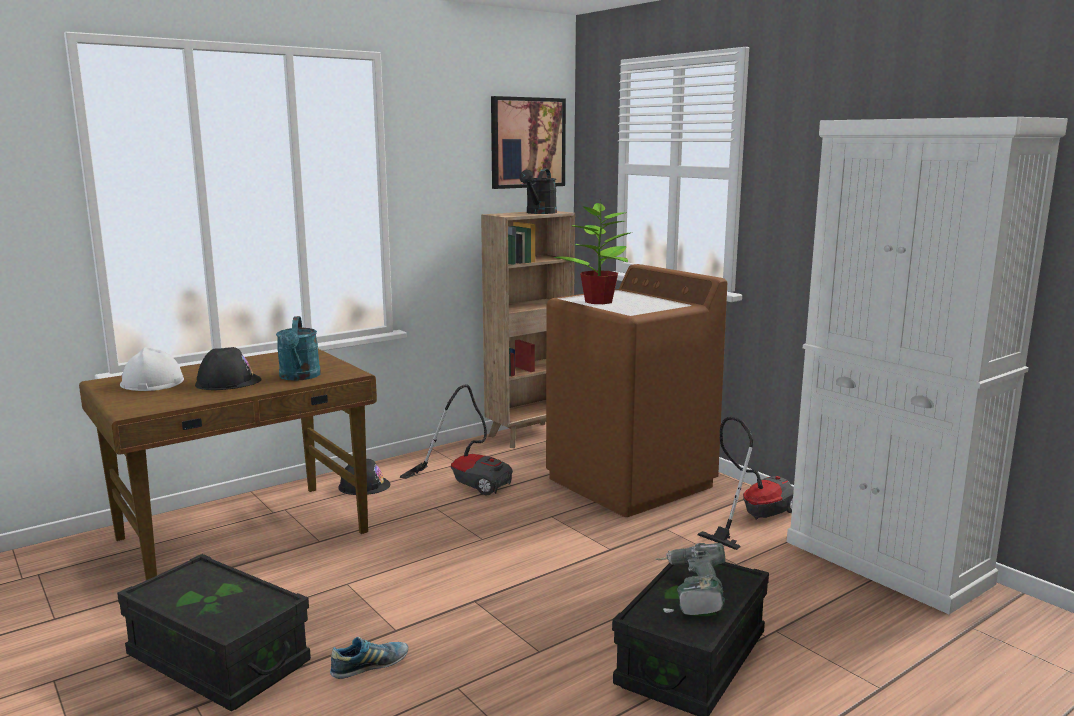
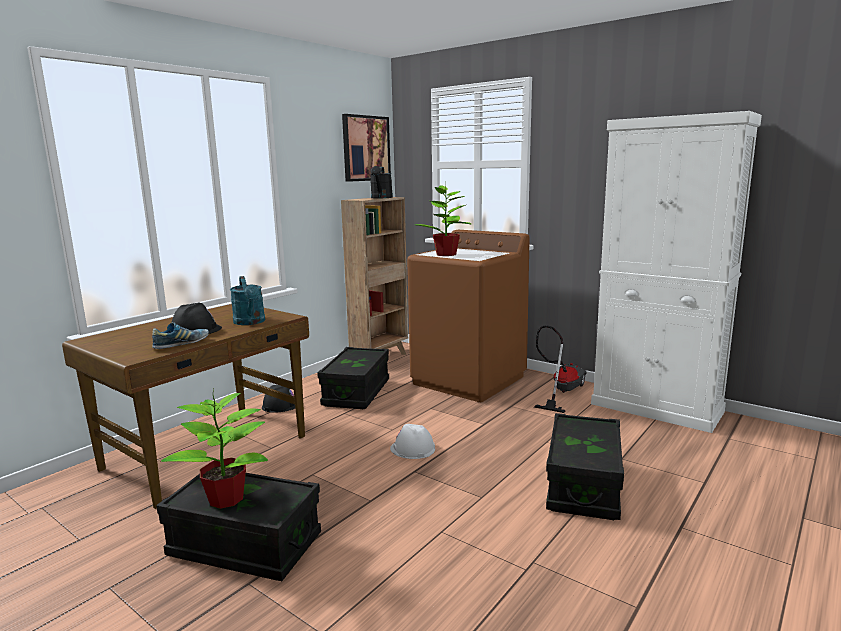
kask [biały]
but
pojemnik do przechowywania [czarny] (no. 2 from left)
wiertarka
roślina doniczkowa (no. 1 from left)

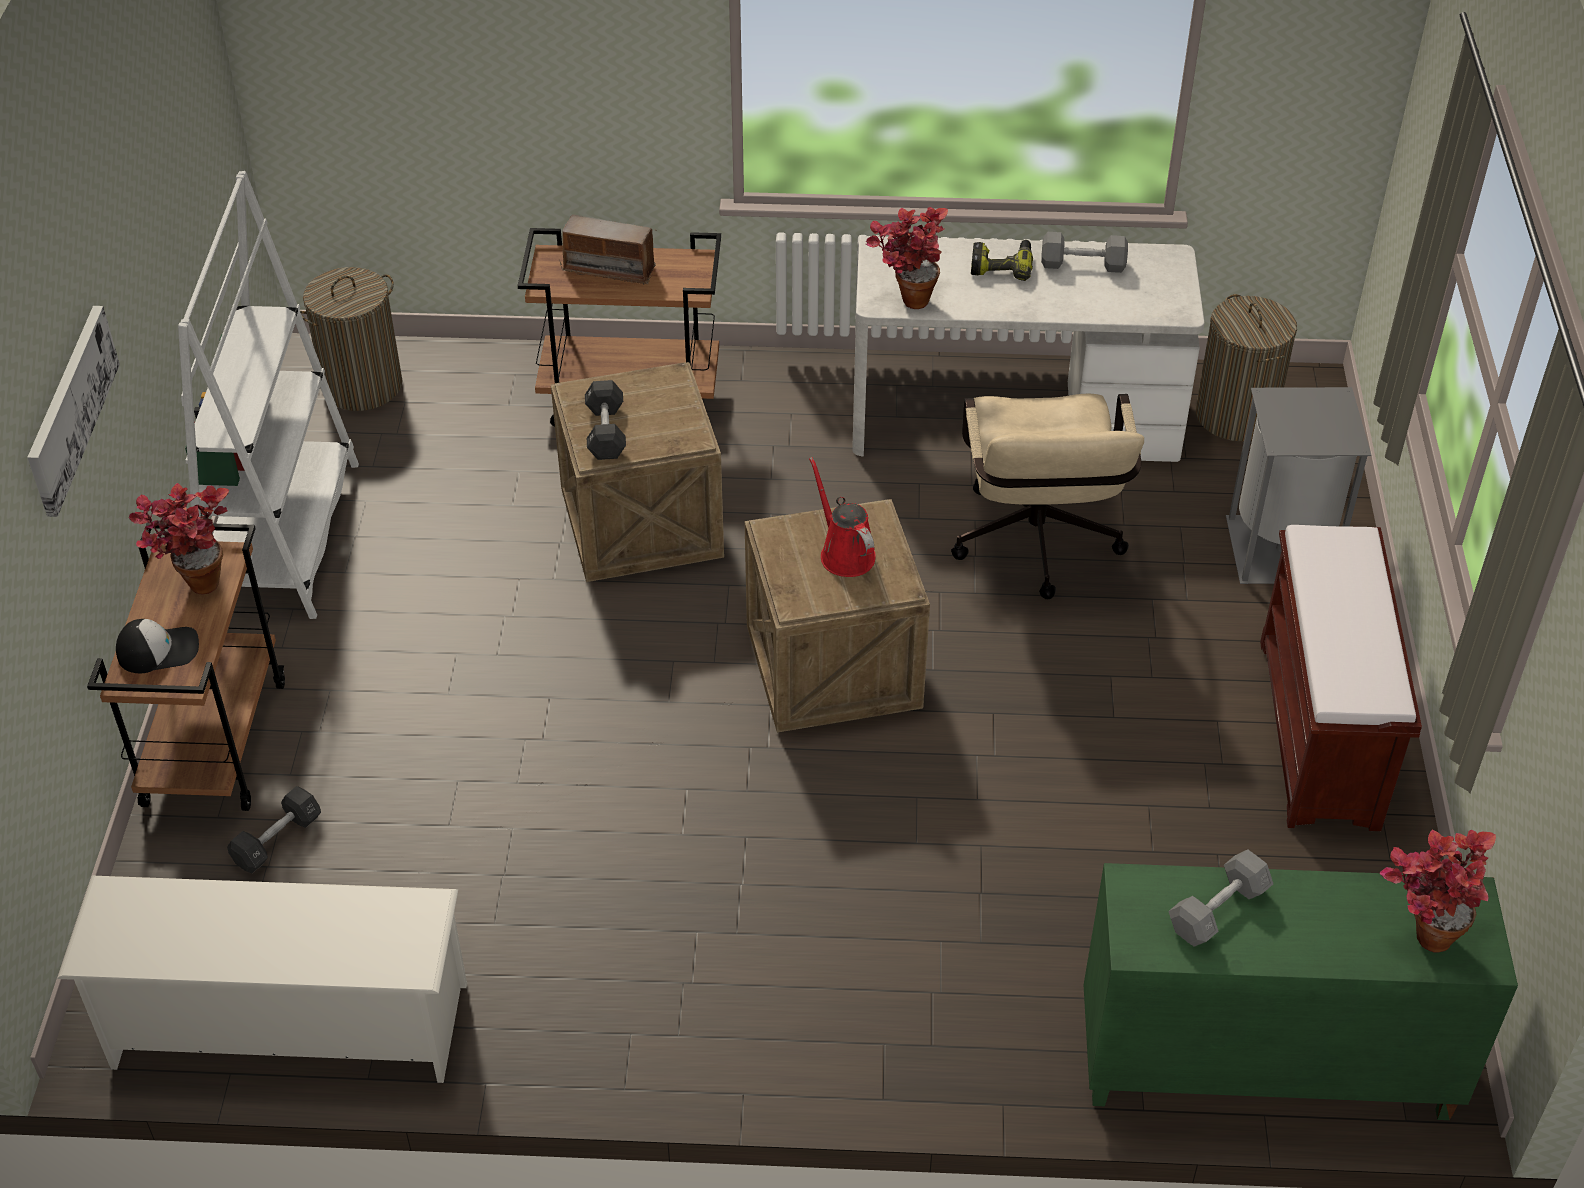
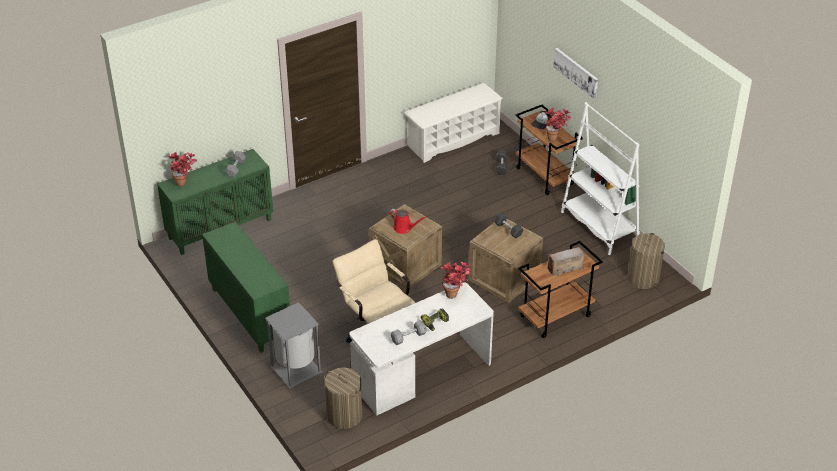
szafka [zielony] (no. 2 from left)

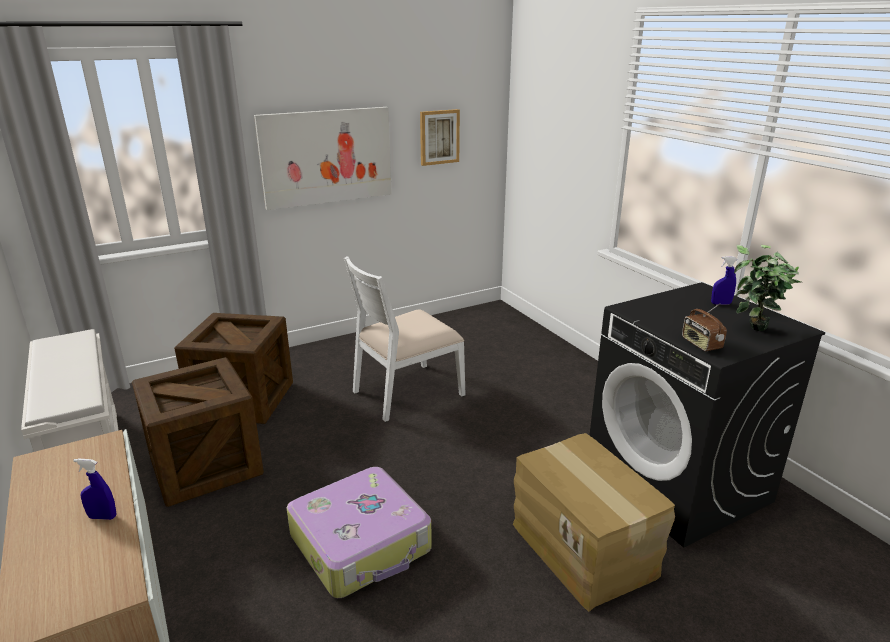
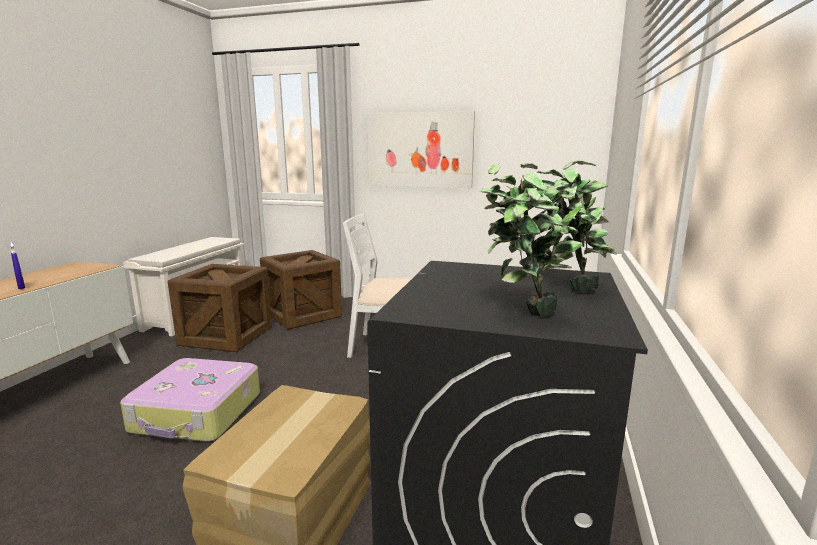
obraz (no. 2 from left in the first image)
radio
roślina doniczkowa (no. 2 from left)

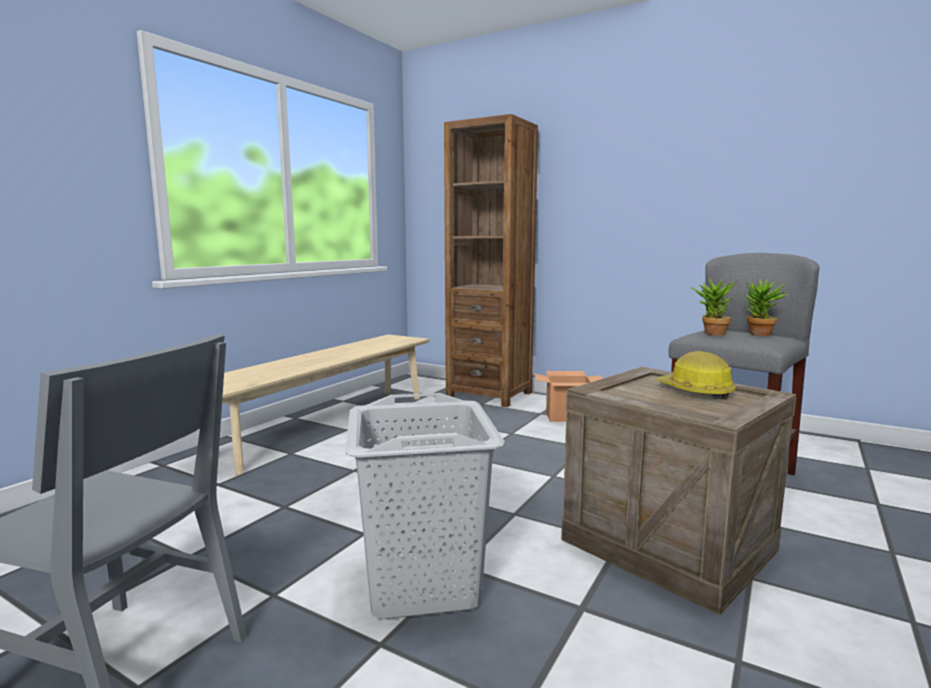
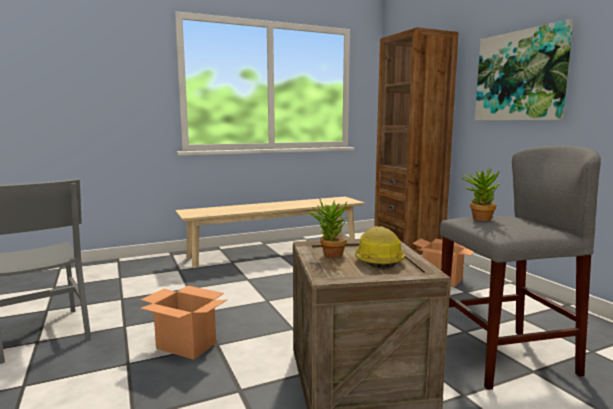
karton (no. 1 from left)
roślina doniczkowa (no. 1 from left)
obraz

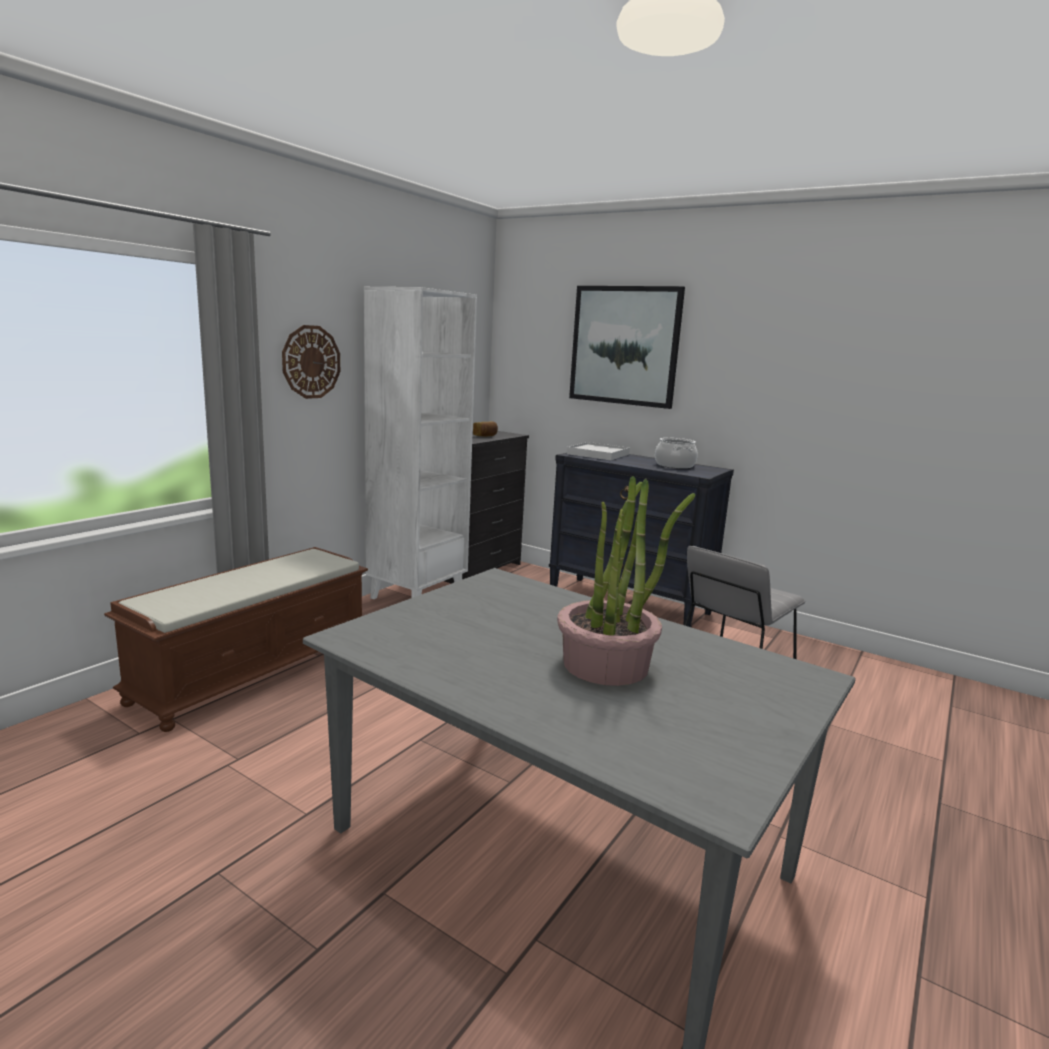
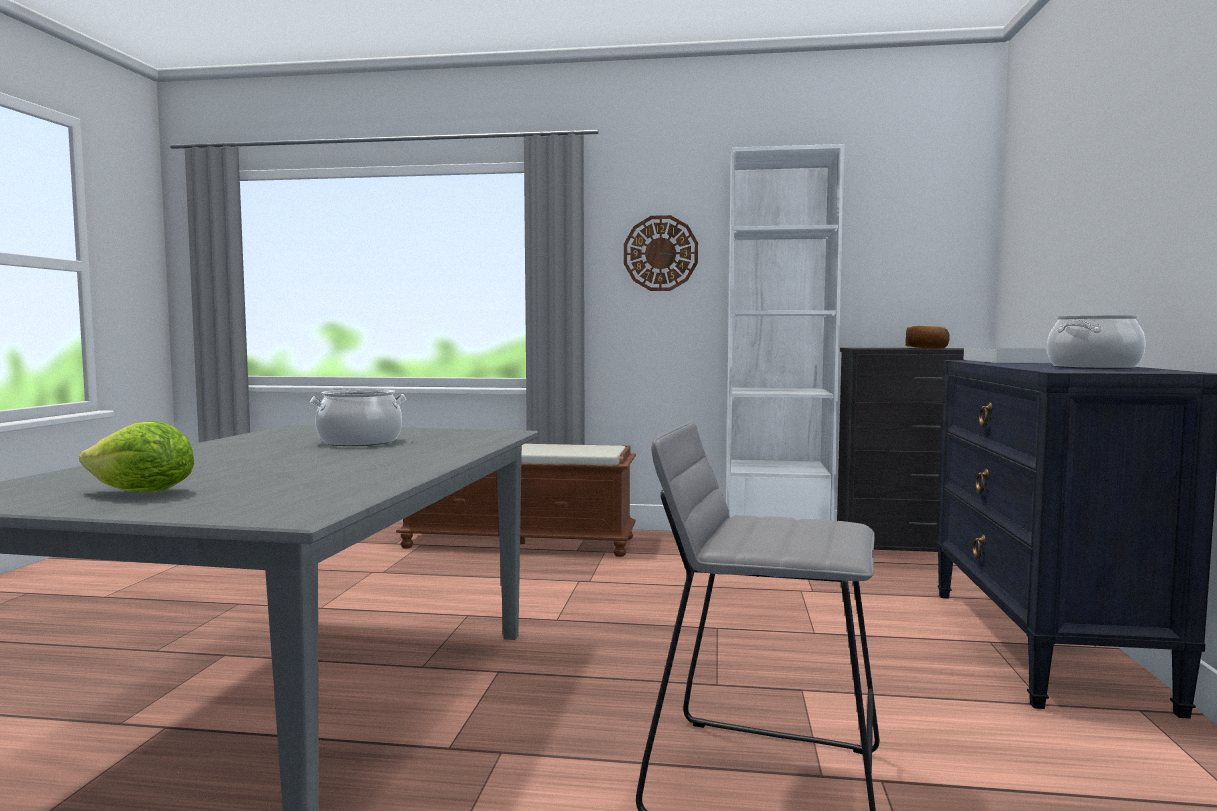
roślina doniczkowa
obraz
sałata
garnek (no. 1 from left)

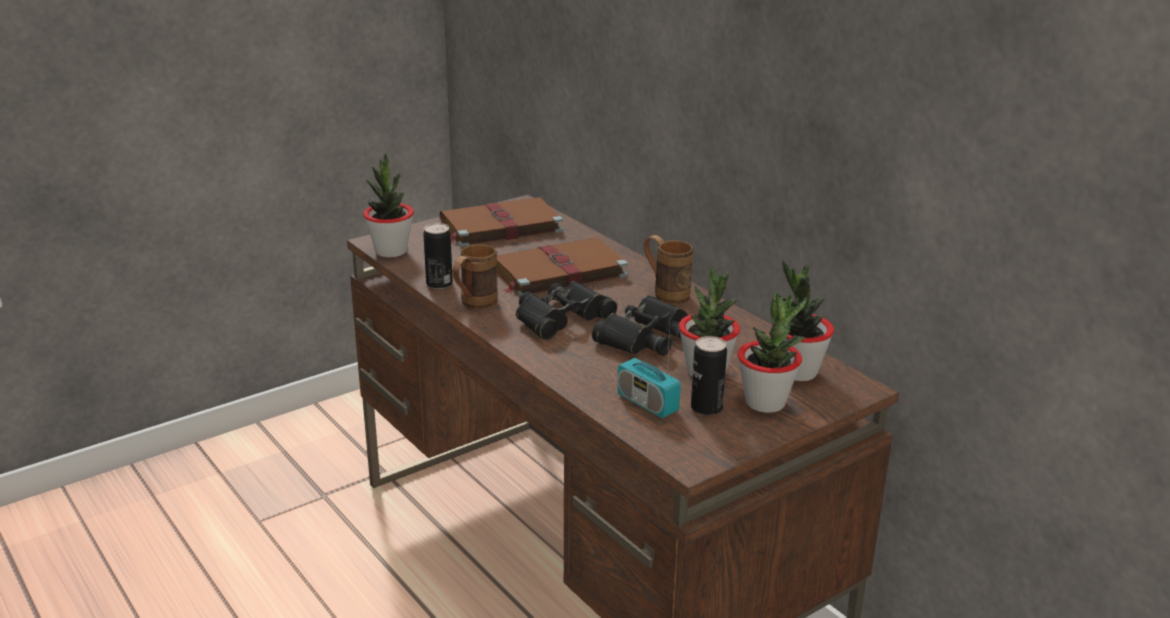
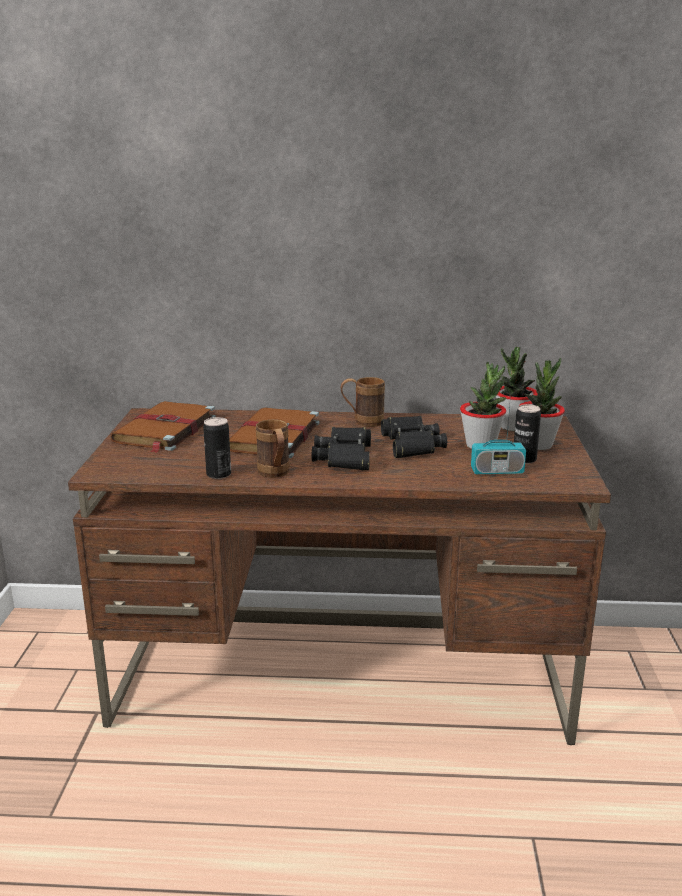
roślina doniczkowa (no. 1 from left in the first image)

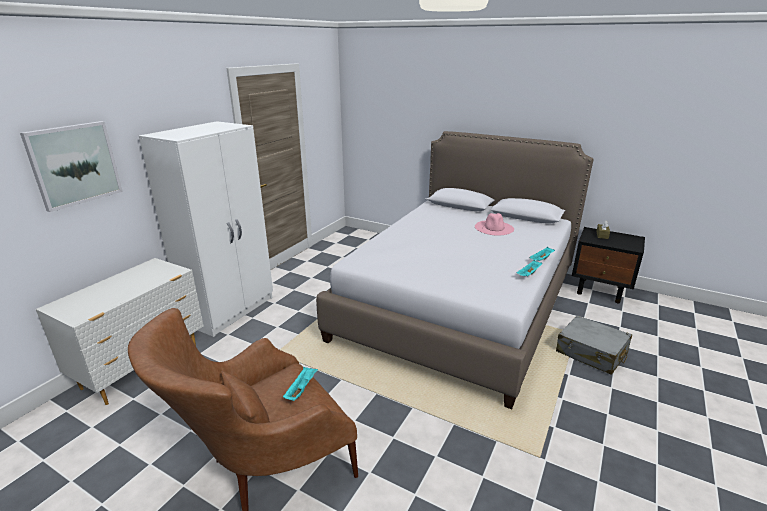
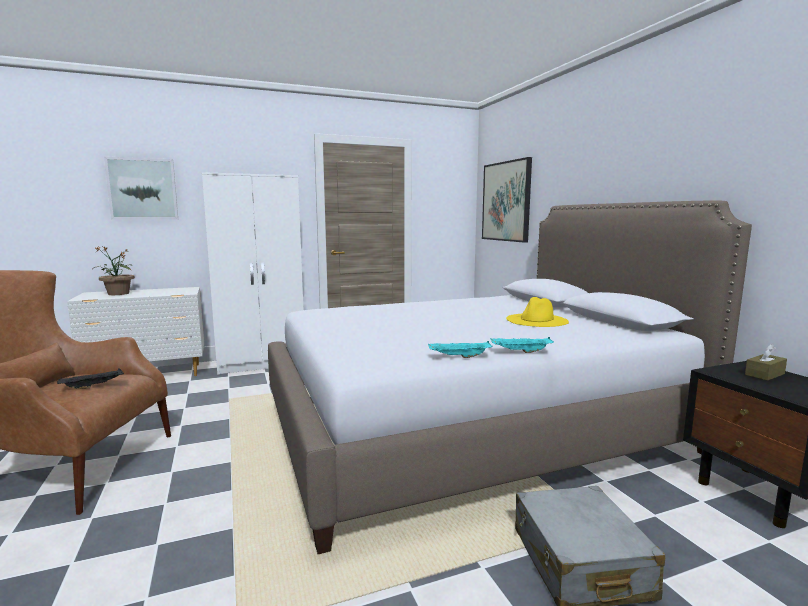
taca [czarny]
kapelusz [żółty]
roślina doniczkowa
obraz (no. 2 from left)

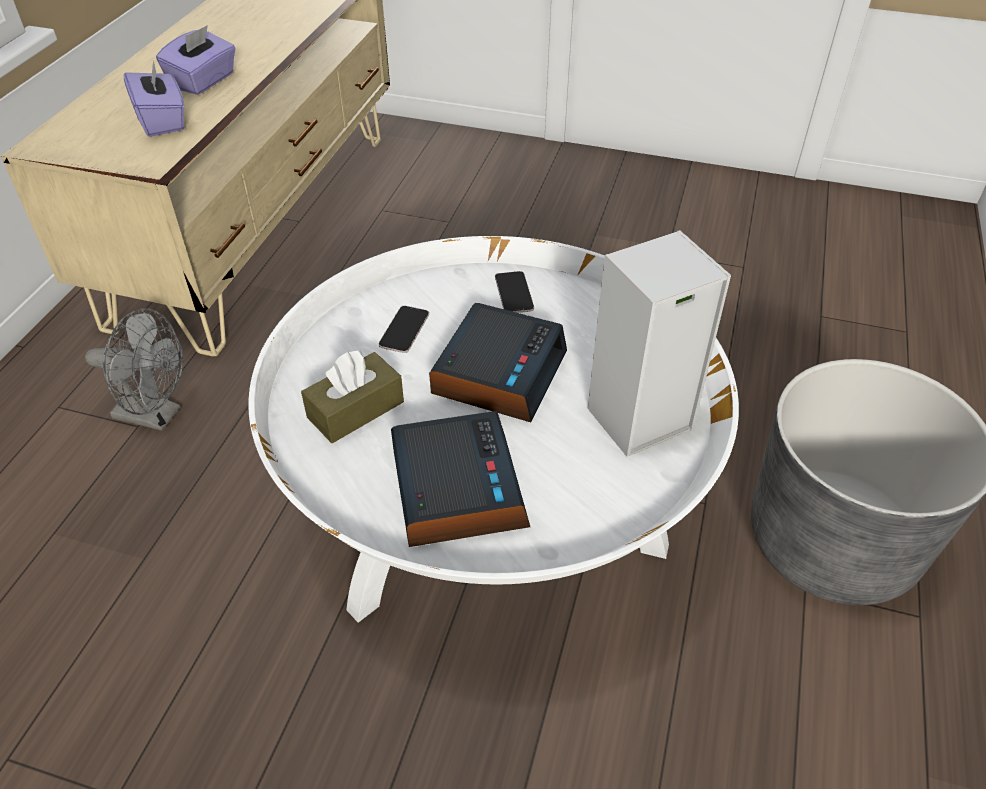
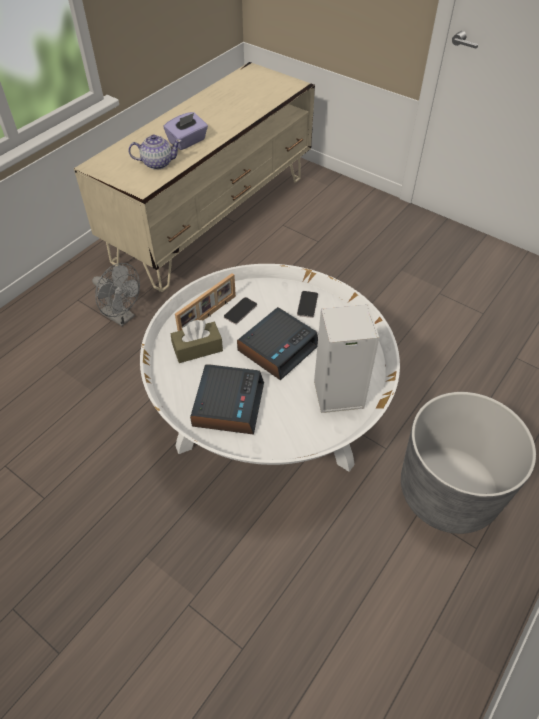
imbryk
ramka na zdjęcie

